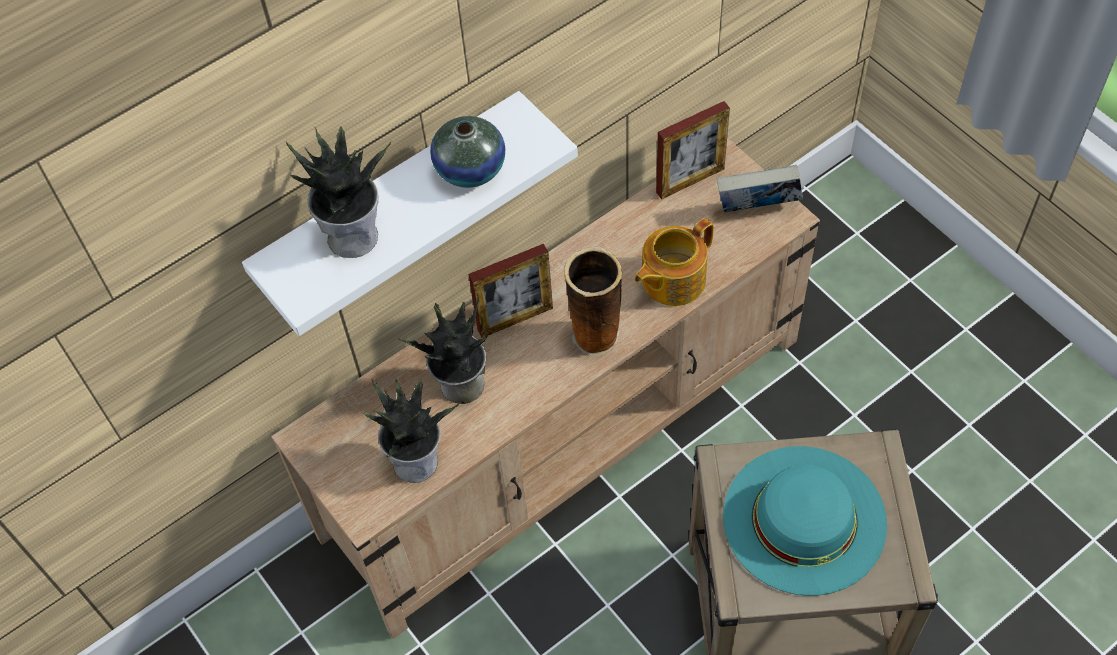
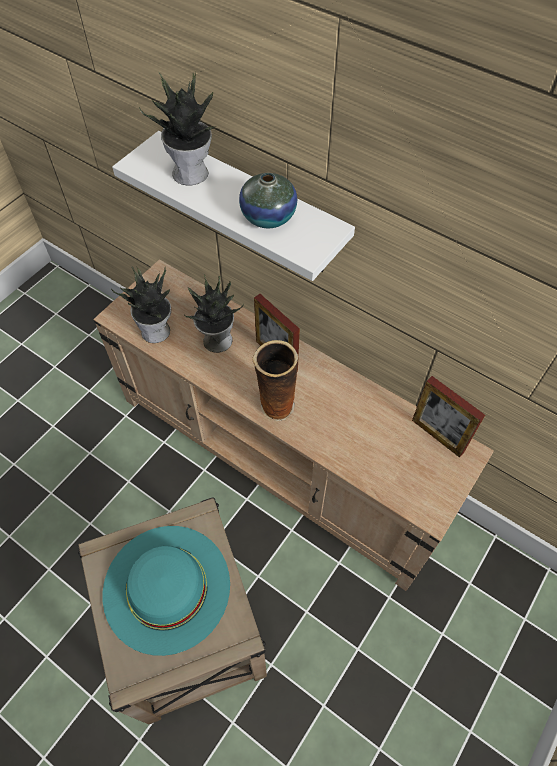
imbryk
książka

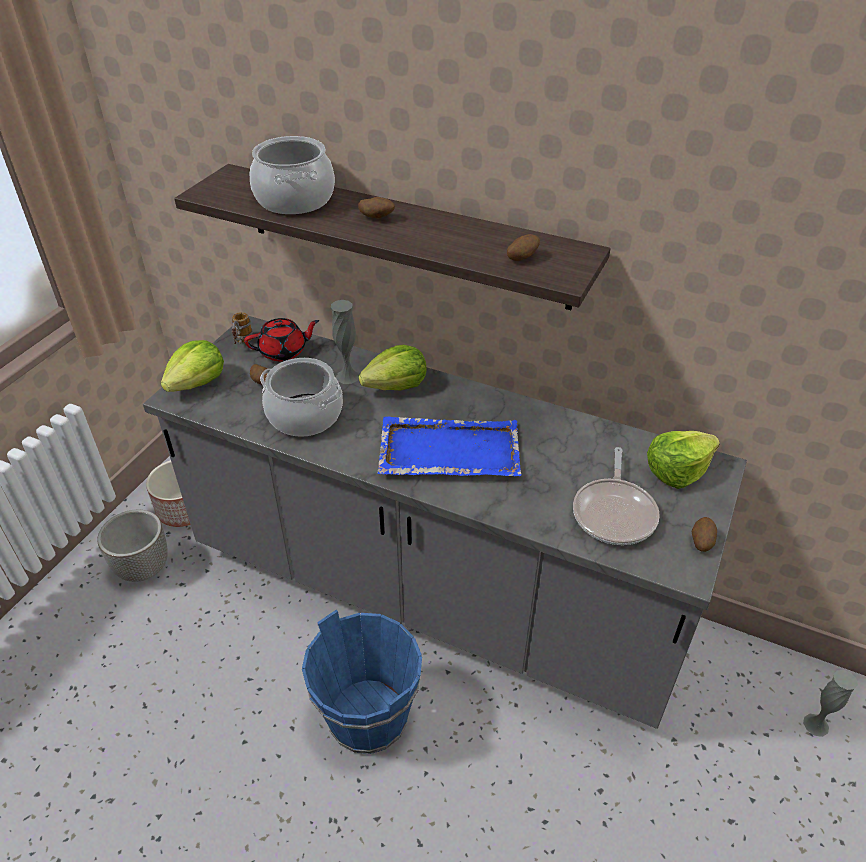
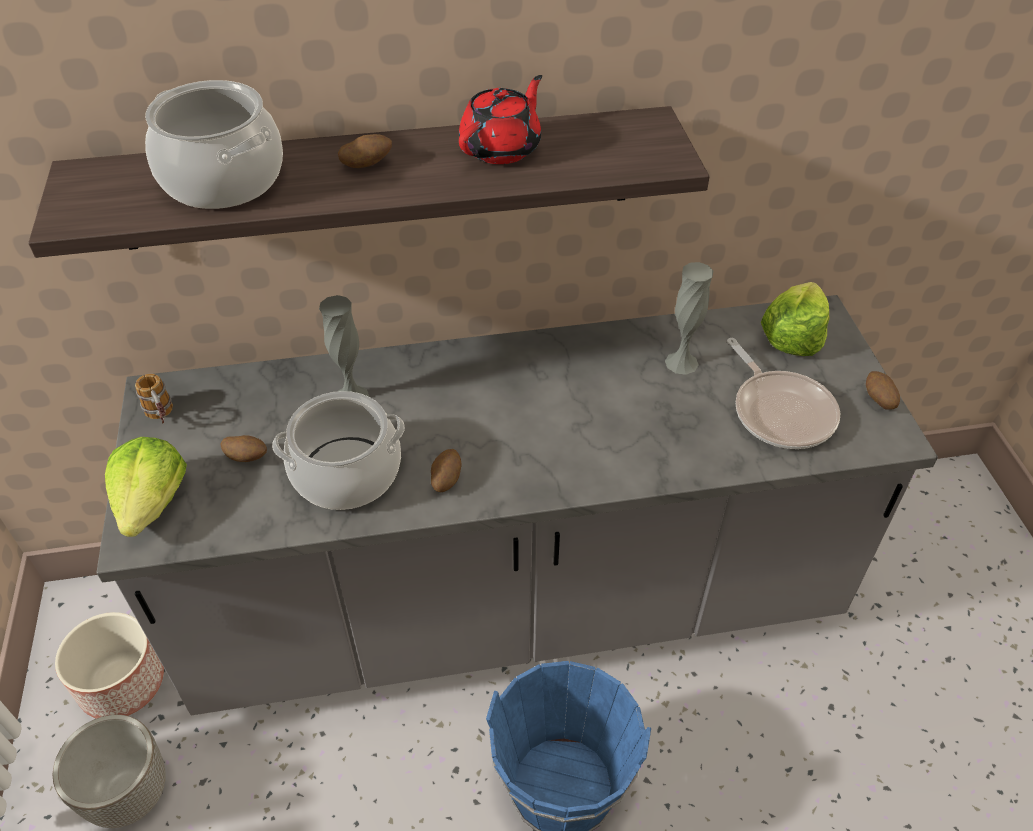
imbryk [czerwony]
sałata (no. 2 from left in the first image)
taca [niebieski]
ziemniak (no. 3 from left)
wazon [szary] (no. 2 from left)

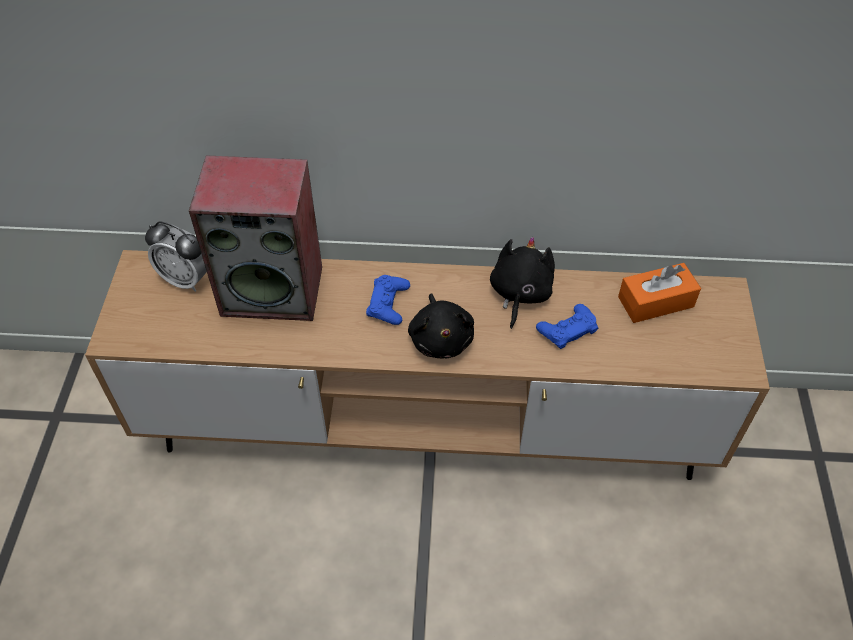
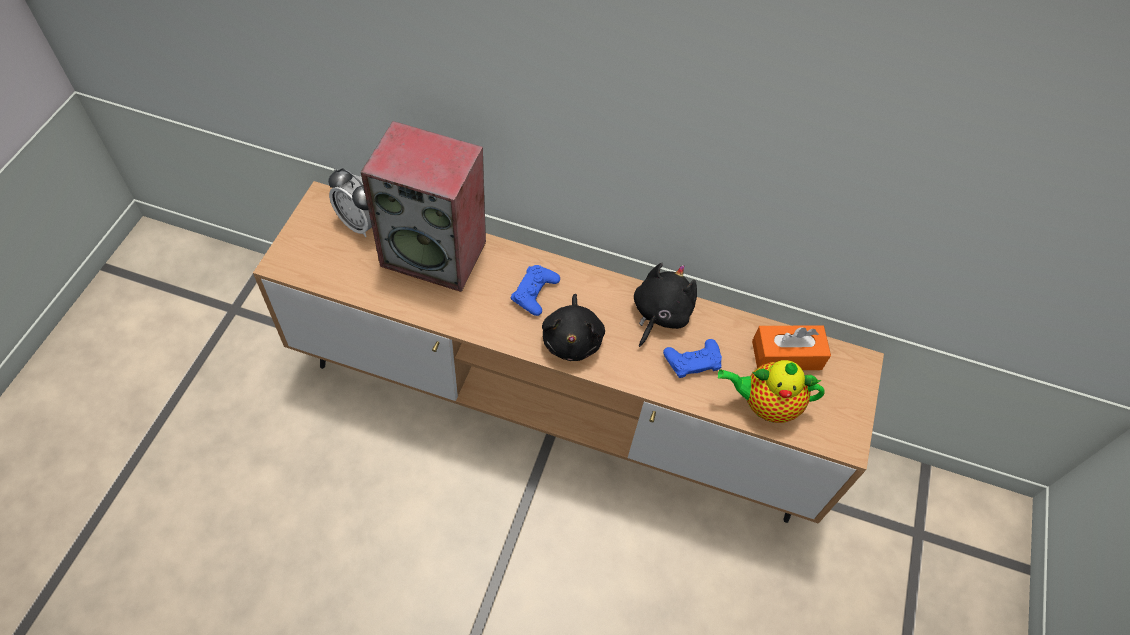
imbryk

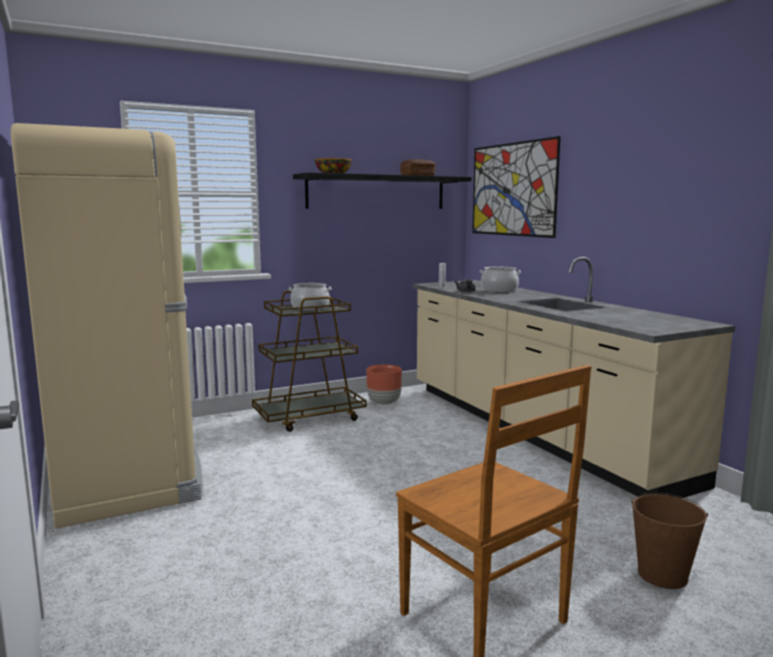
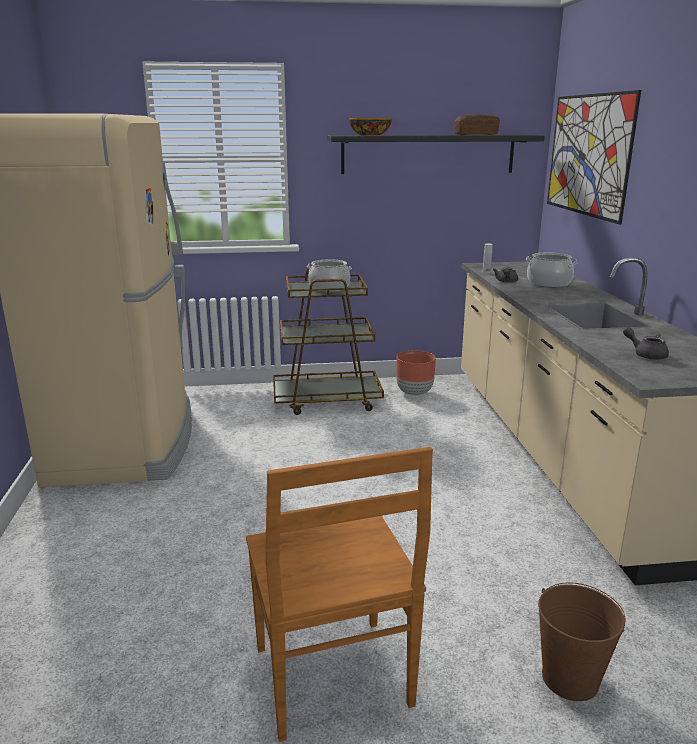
imbryk [szary] (no. 2 from left)

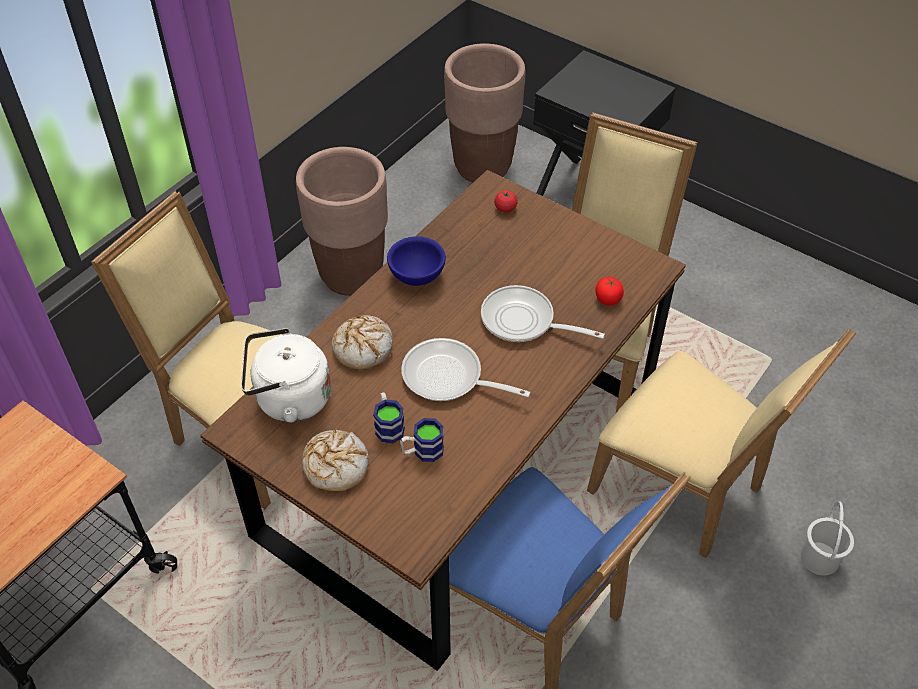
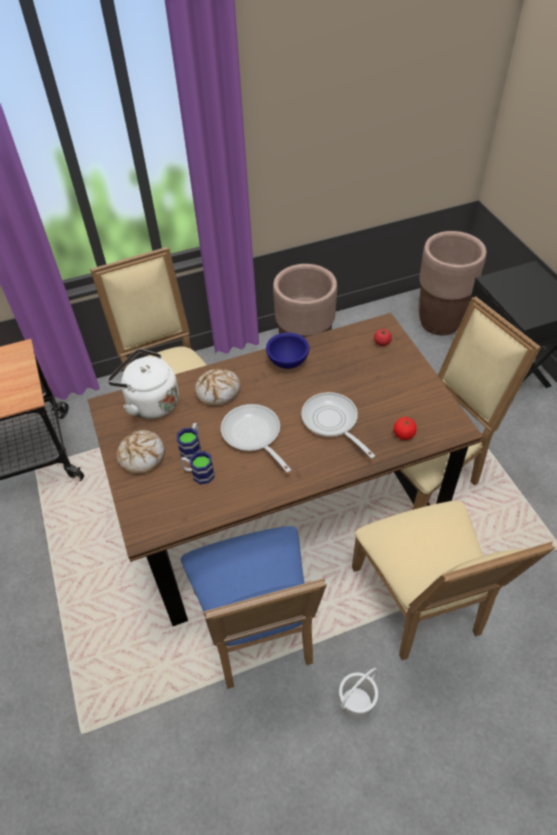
wiadro [biały]

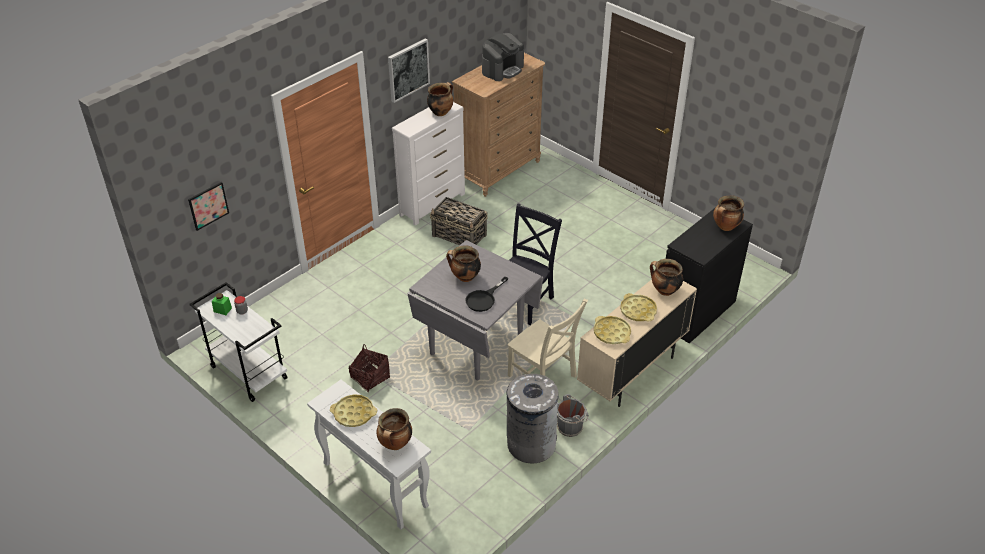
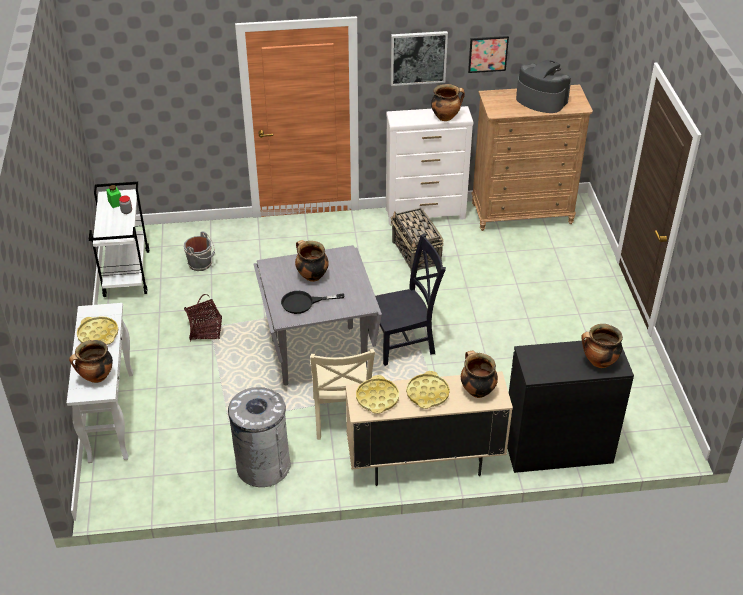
obraz (no. 2 from left)
ekspres do kawy
wiadro [szary]

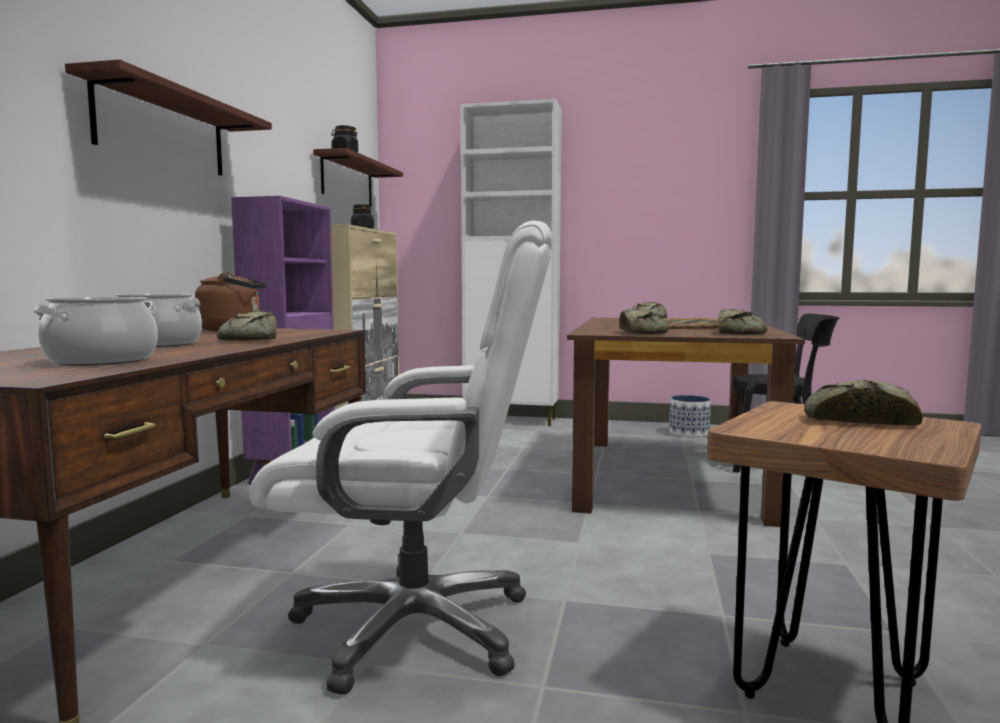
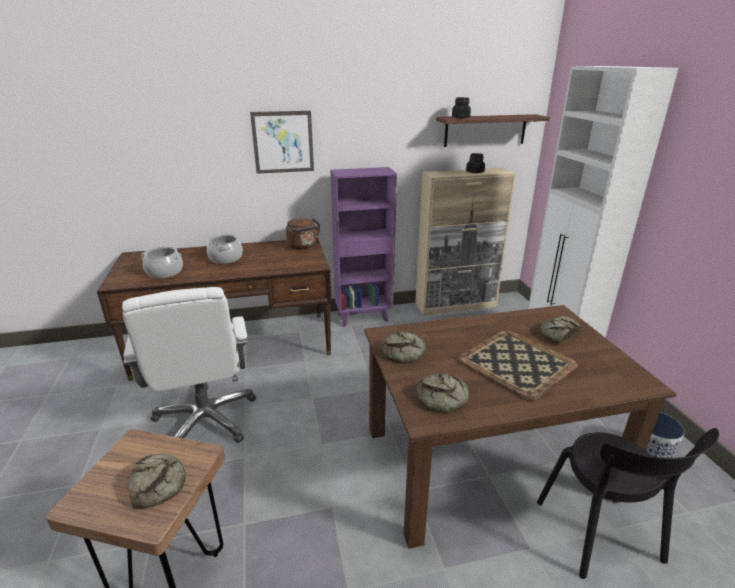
obraz
chleb (no. 1 from left in the first image)

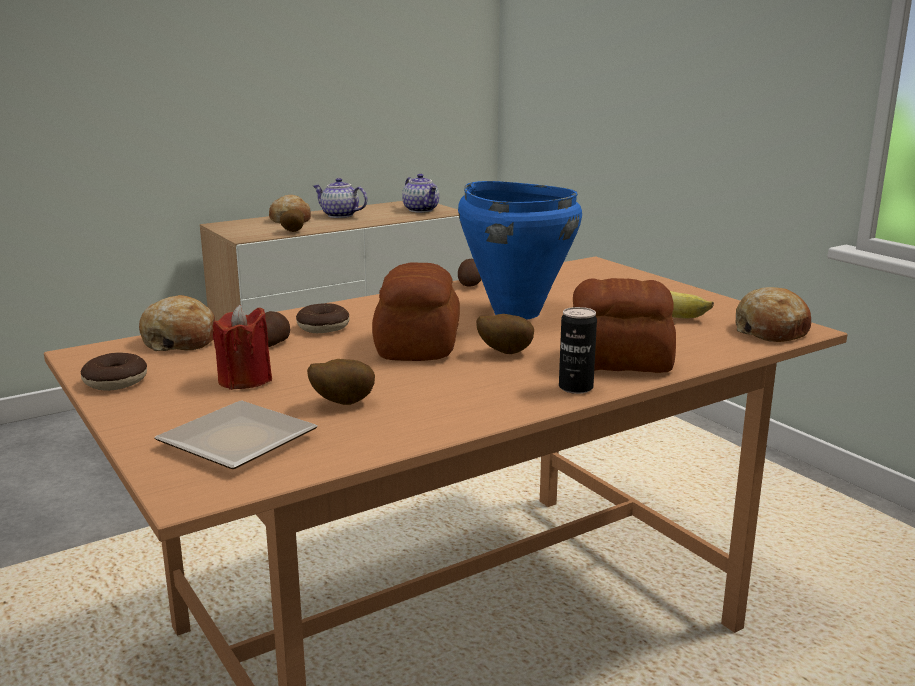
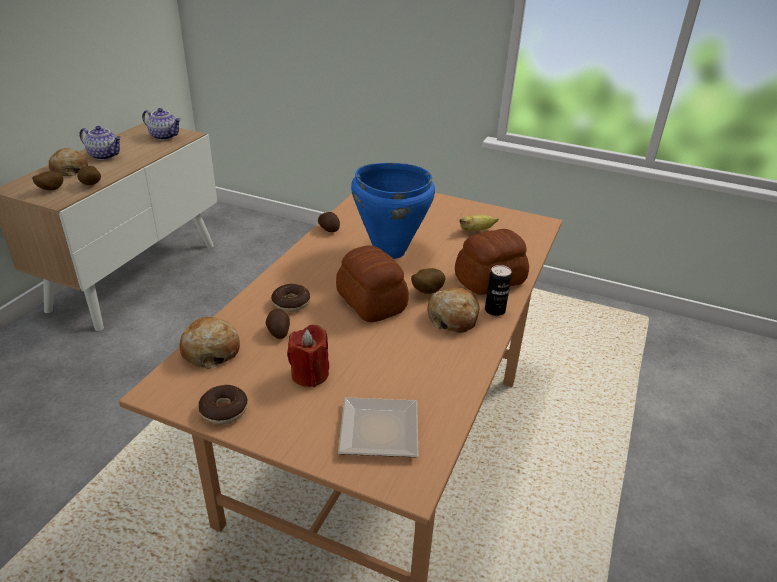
ziemniak (no. 1 from left)
imbryk (no. 1 from left)
chleb (no. 4 from left)

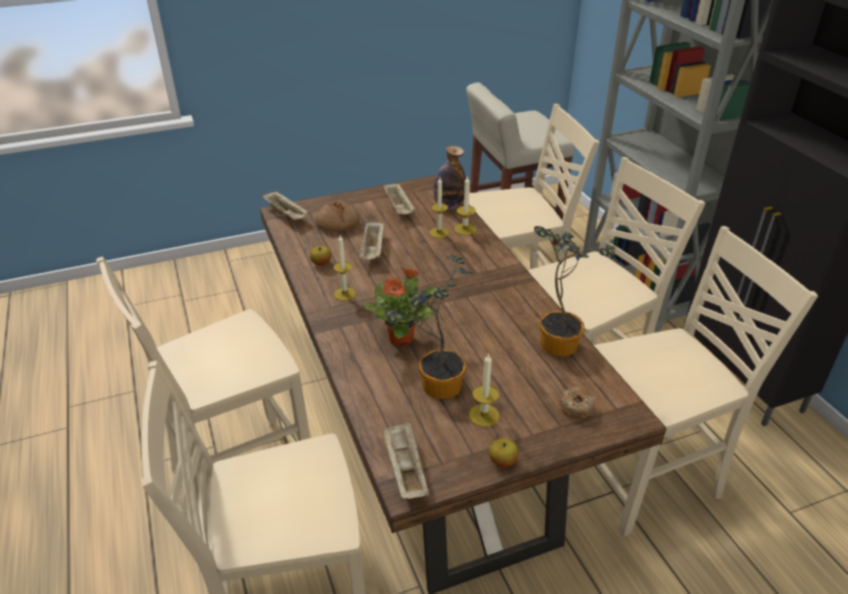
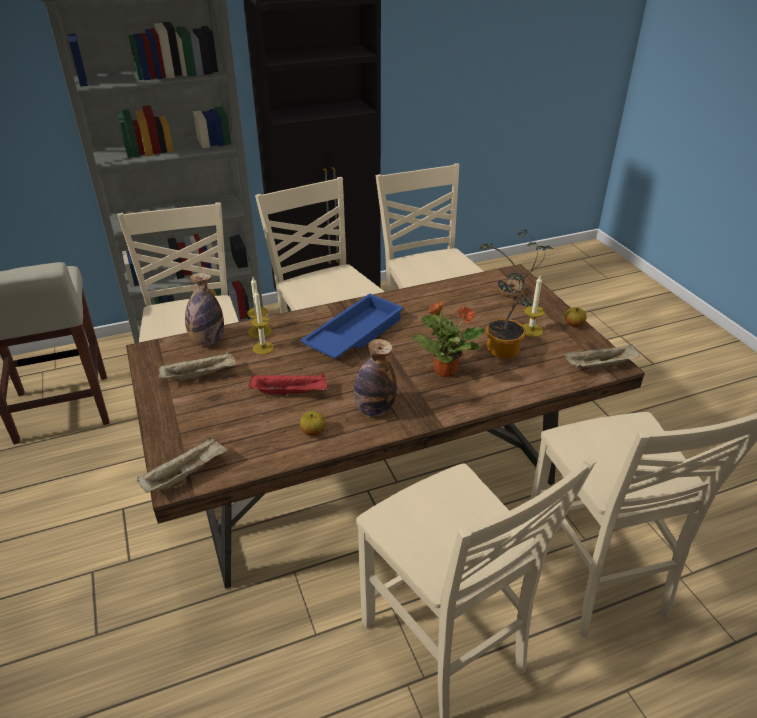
chleb
butelka (no. 2 from left)
taca [czerwony]
roślina doniczkowa (no. 3 from left in the first image)
taca [niebieski]

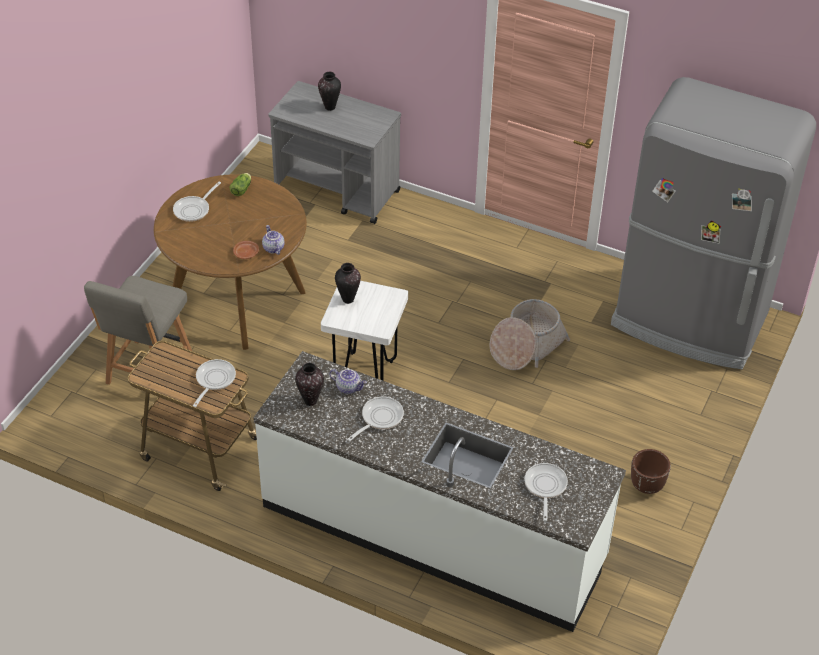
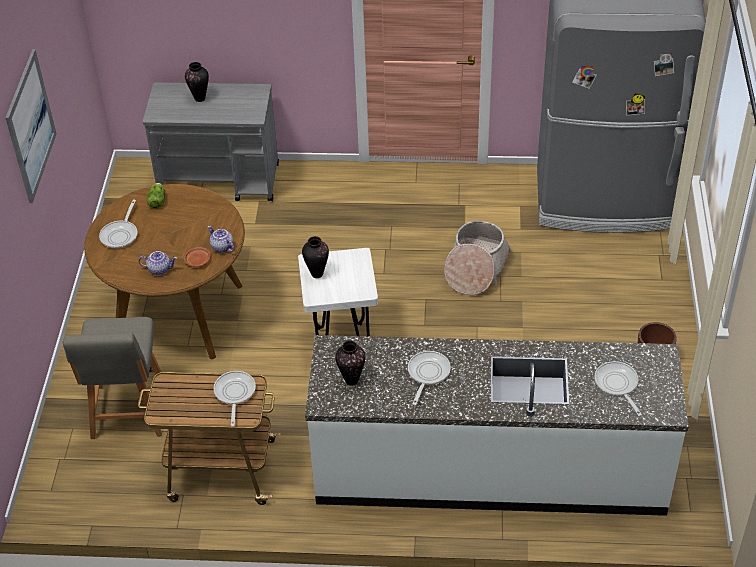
imbryk (no. 1 from left)
obraz

